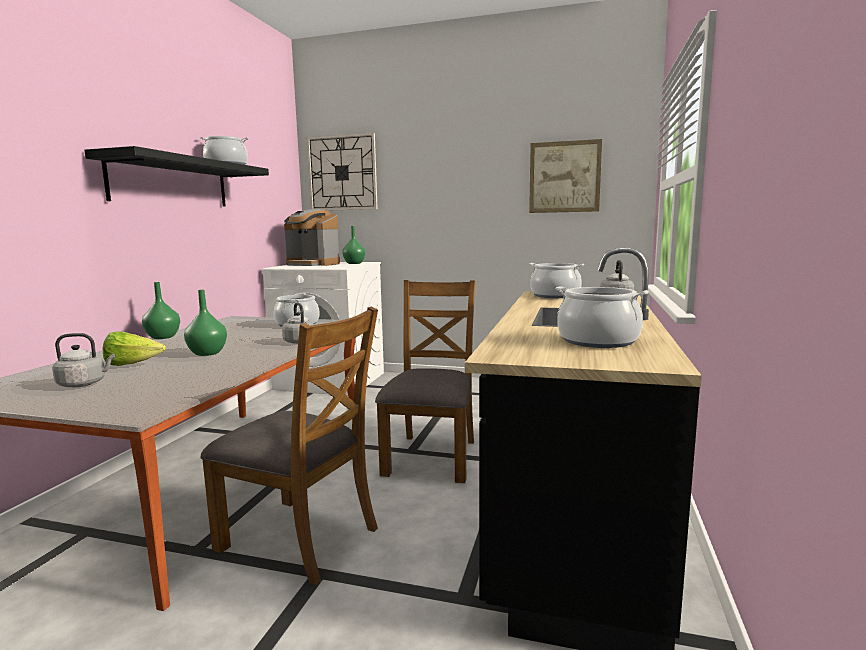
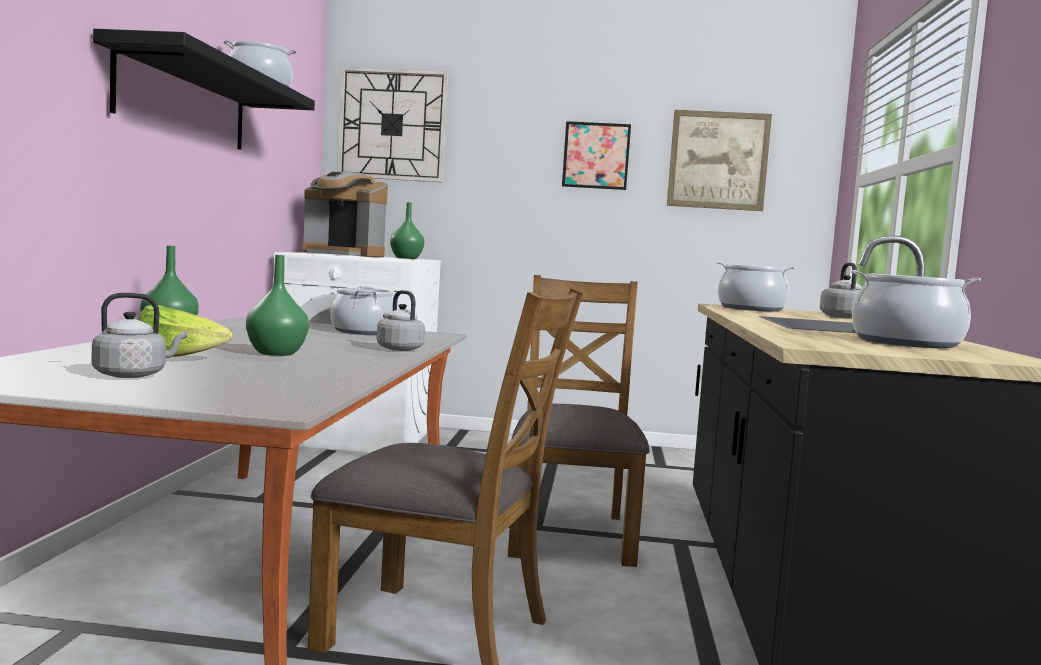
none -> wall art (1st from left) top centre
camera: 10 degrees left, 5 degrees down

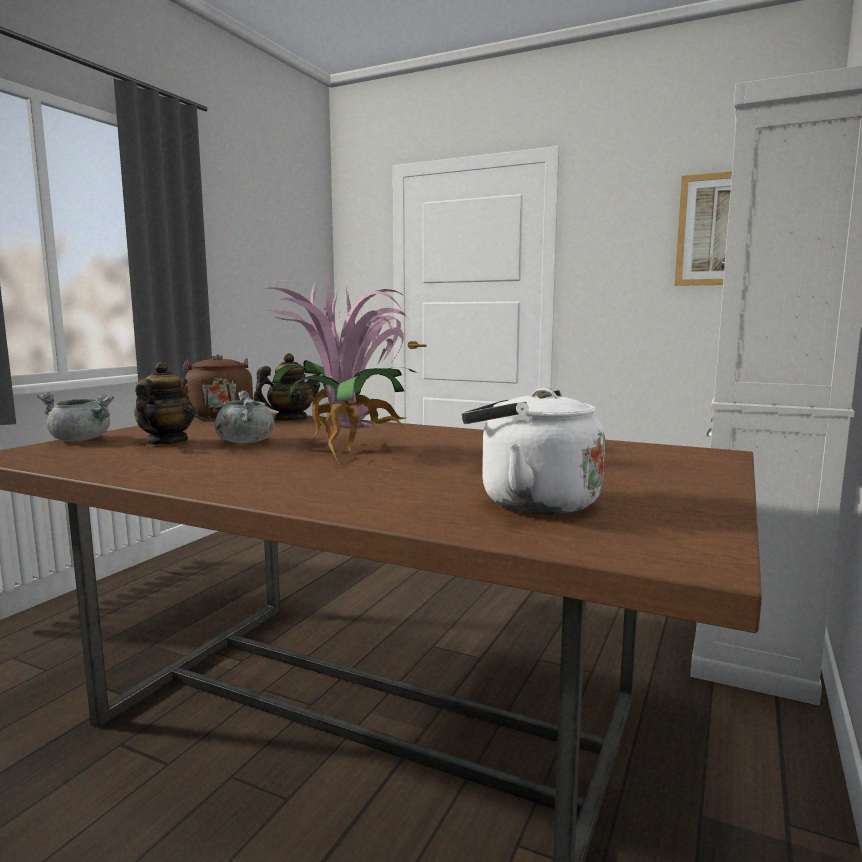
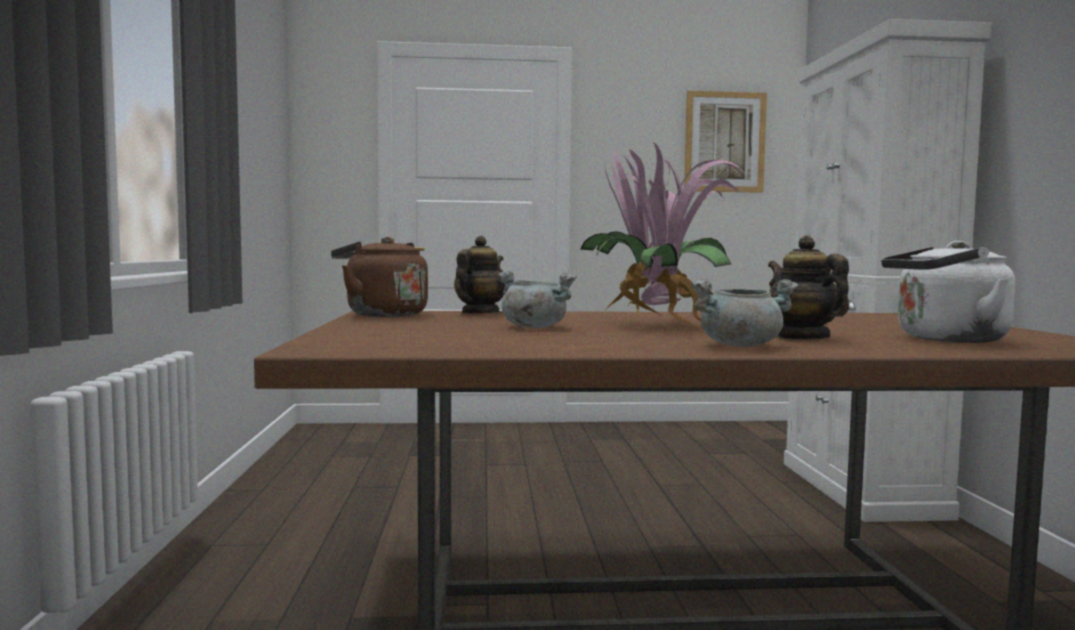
tea pot (1st from left in the first image) middle left -> tea pot (2nd from left) middle right, move
gray saucepot (1st from left in the first image) middle left -> gray saucepot (2nd from left) middle right, move
camera: 30 degrees left, 5 degrees down

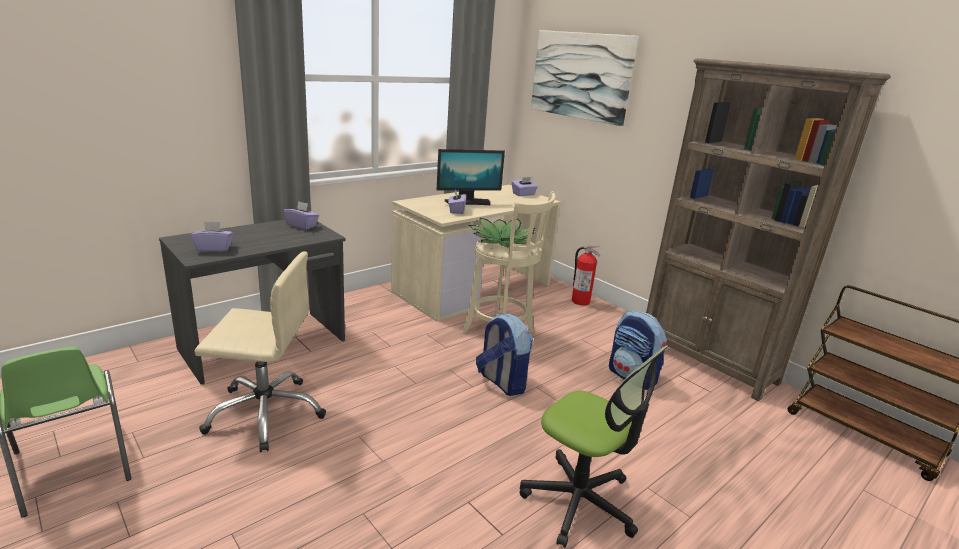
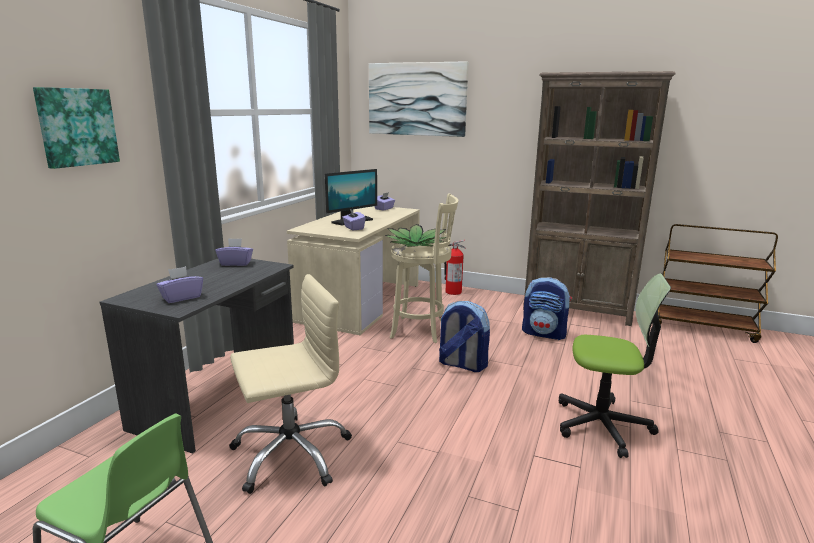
none -> wall art (1st from left) top left
camera: 25 degrees left, 5 degrees down

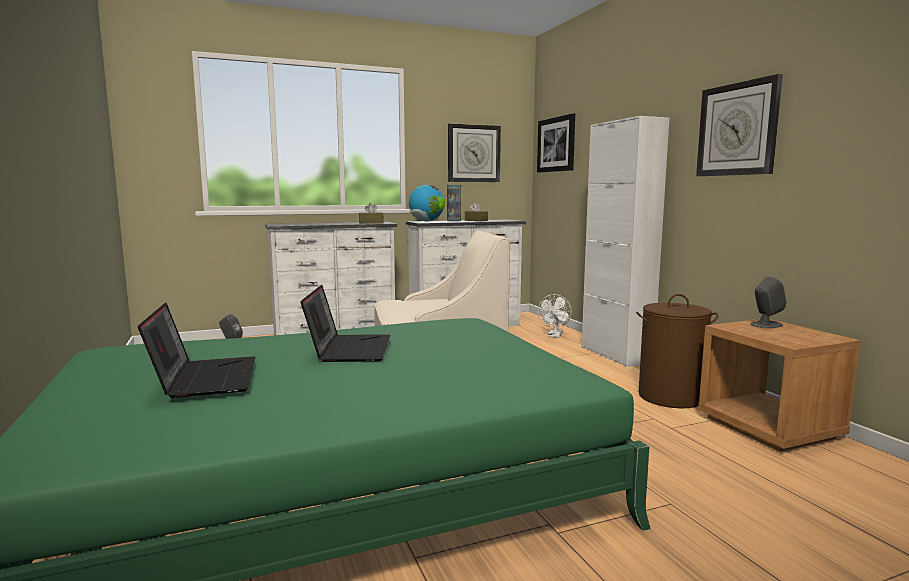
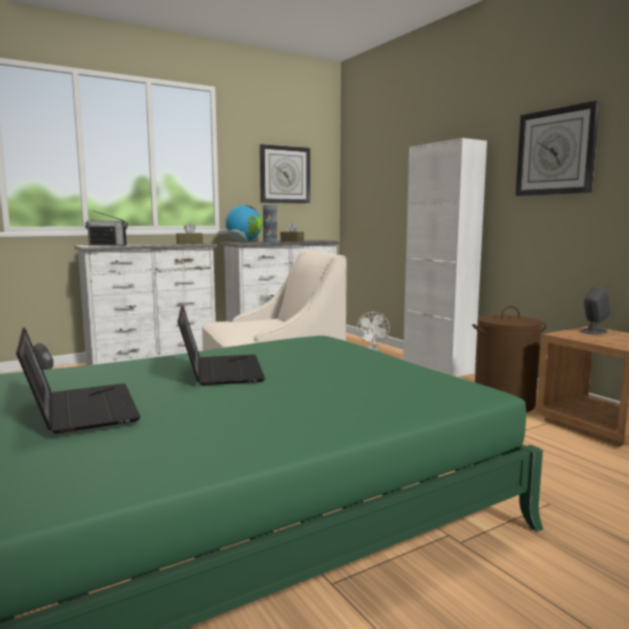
wall art top centre -> none
none -> radio set middle left
camera: 10 degrees left, 0 degrees up

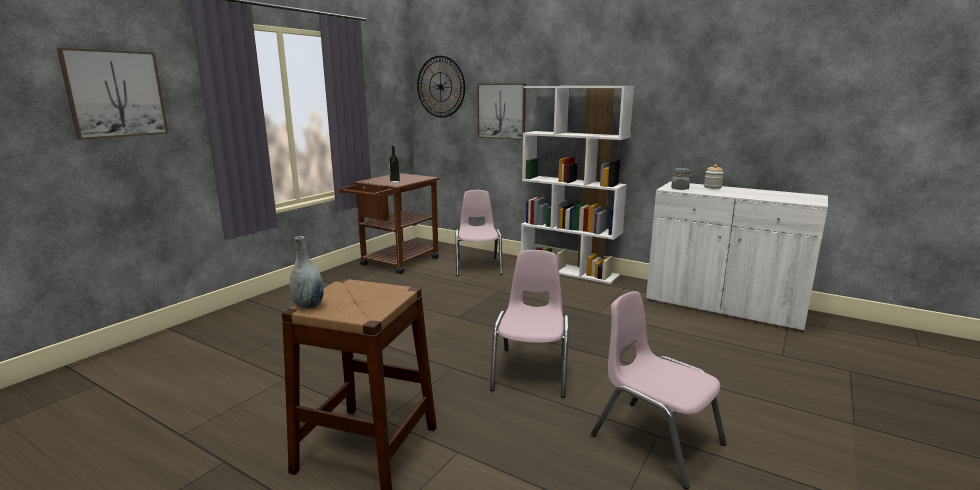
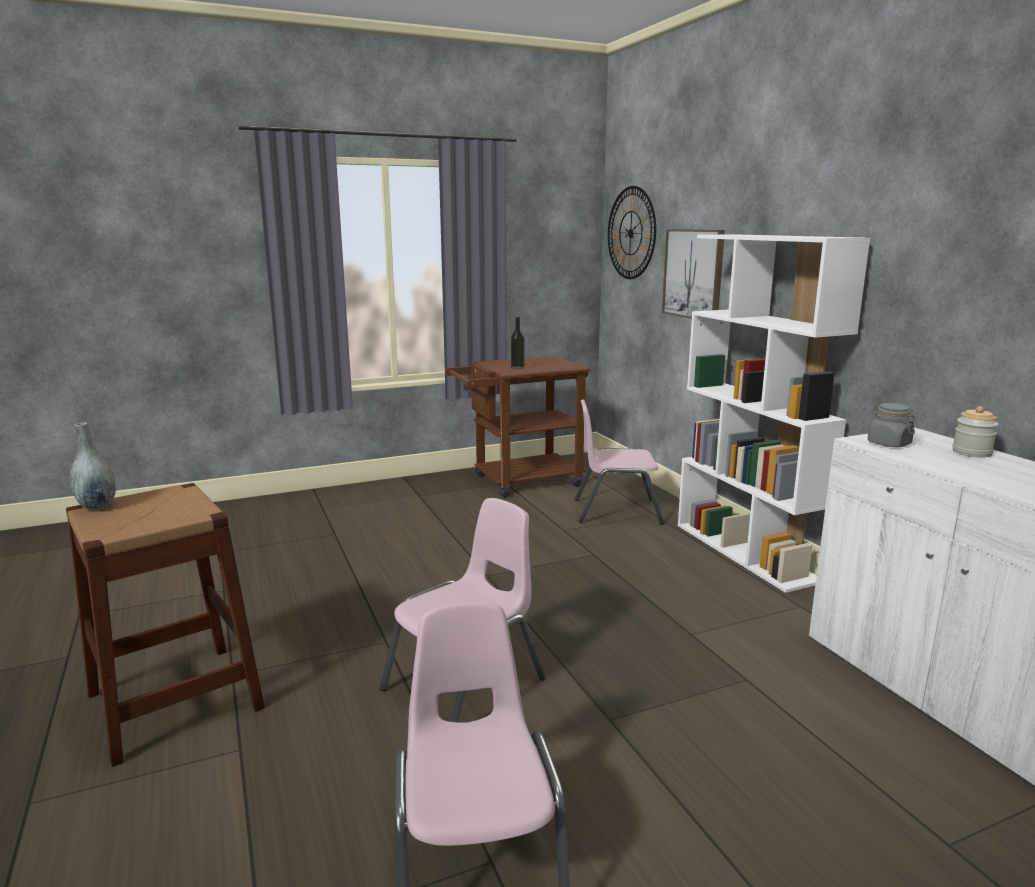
wall art (1st from left) top left -> none
pink chair (1st from left in the first image) centre -> pink chair (3rd from left) centre, 120 degrees counterclockwise
camera: 35 degrees right, 0 degrees up

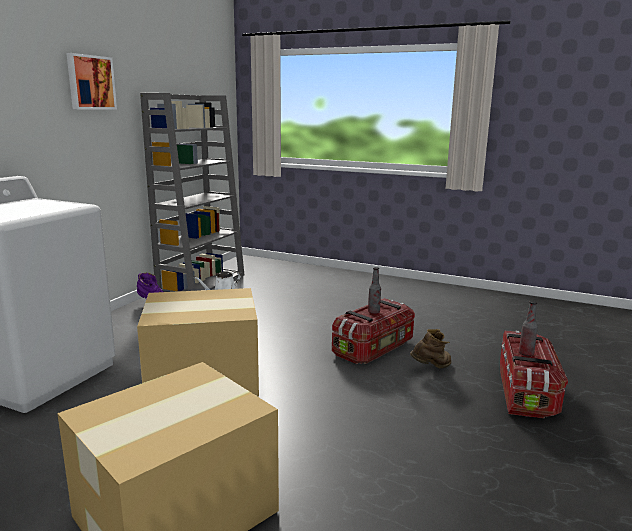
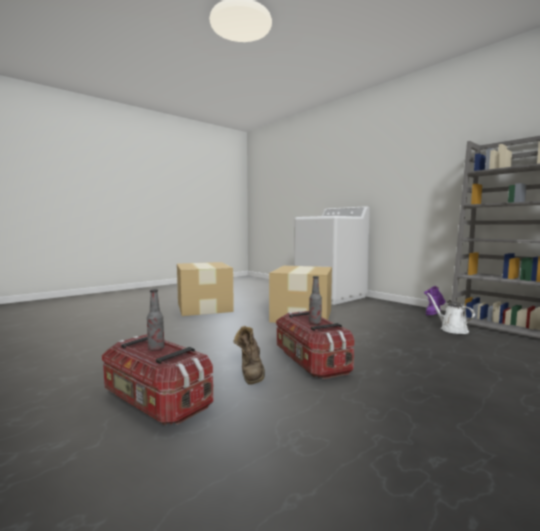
wall art top left -> none
camera: 115 degrees right, 10 degrees down

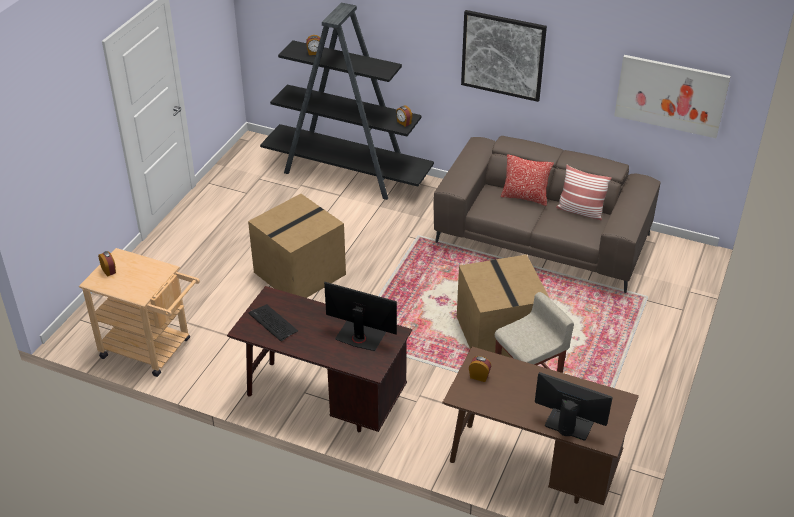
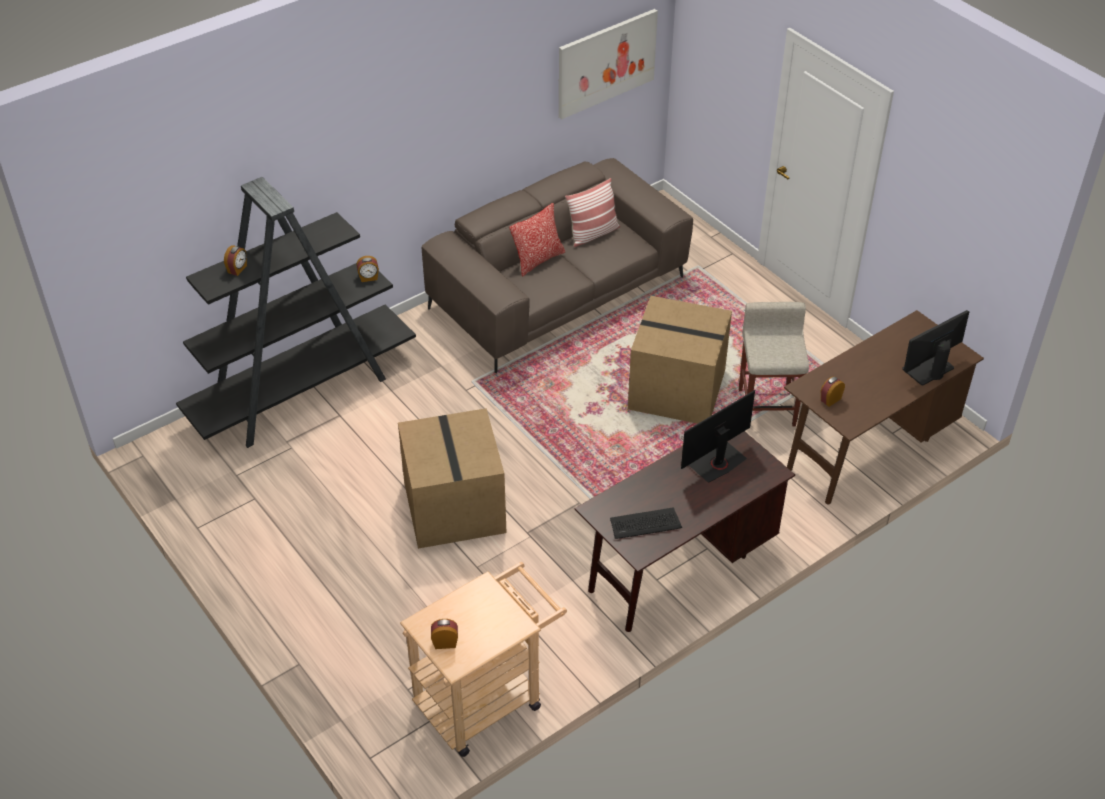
wall art (1st from left) top centre -> none
camera: 60 degrees left, 5 degrees up

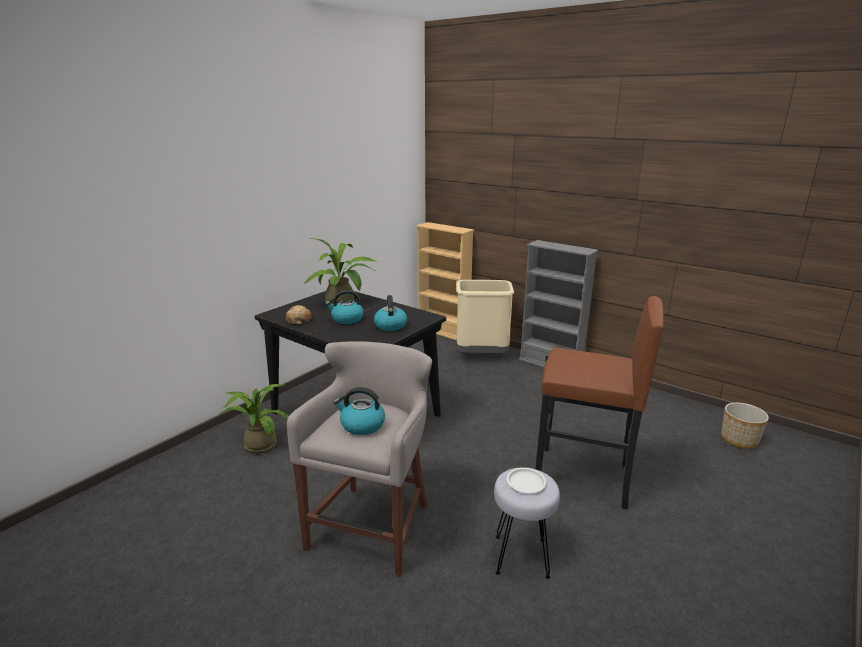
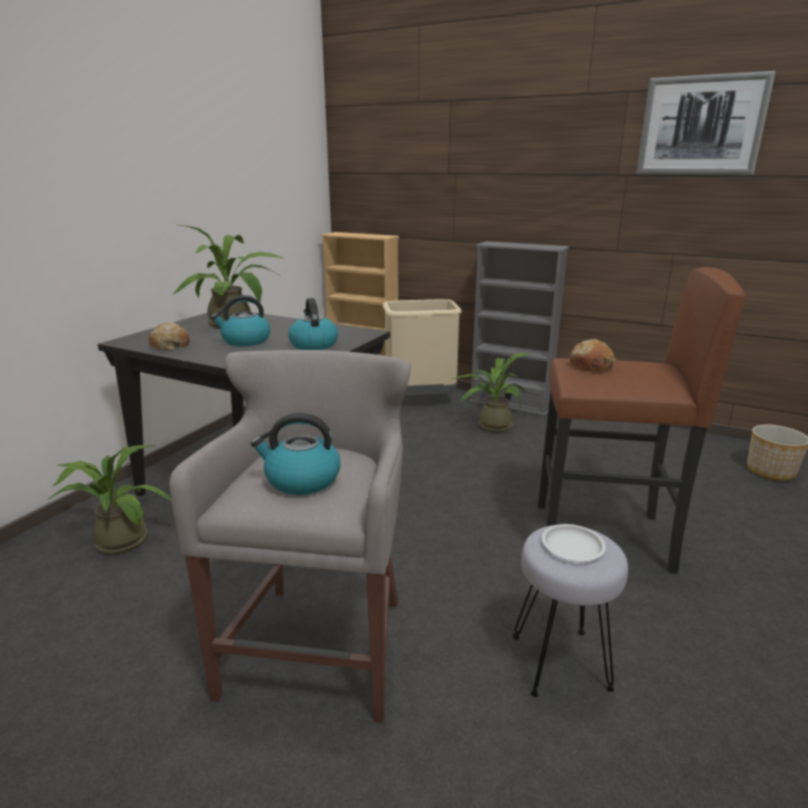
none -> wall art top right
none -> bakery bread (2nd from left) middle right
none -> potted plant (3rd from left) centre
camera: 10 degrees left, 0 degrees up

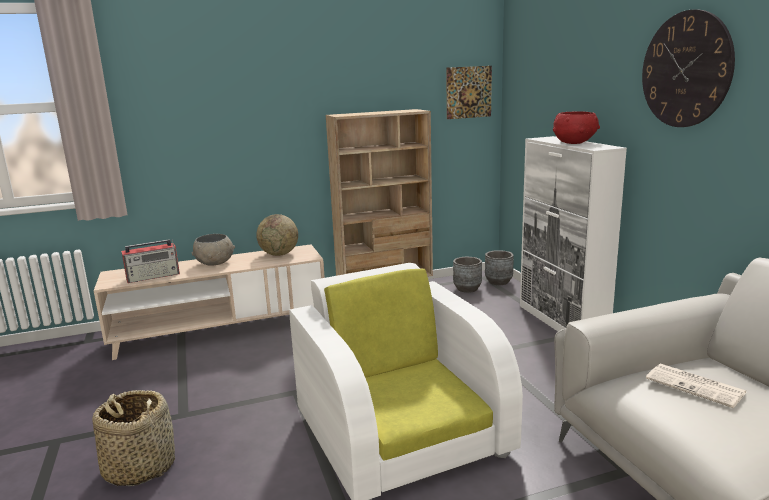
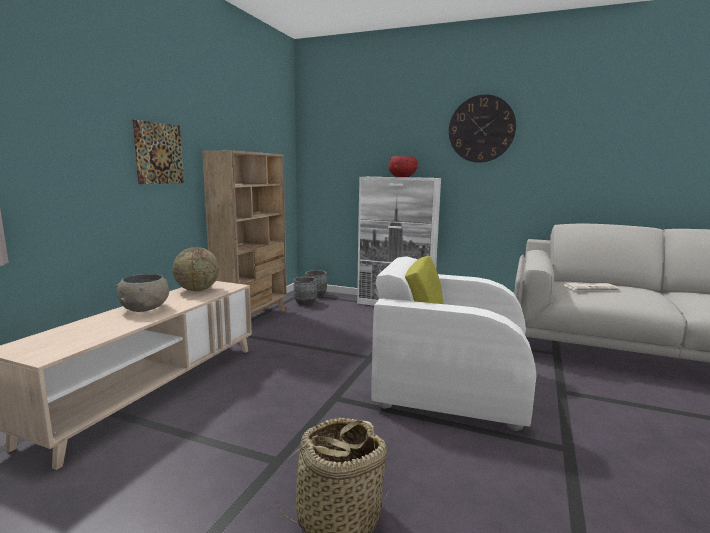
wall art top centre -> wall art top left, move
radio set middle left -> none
camera: 50 degrees left, 5 degrees down

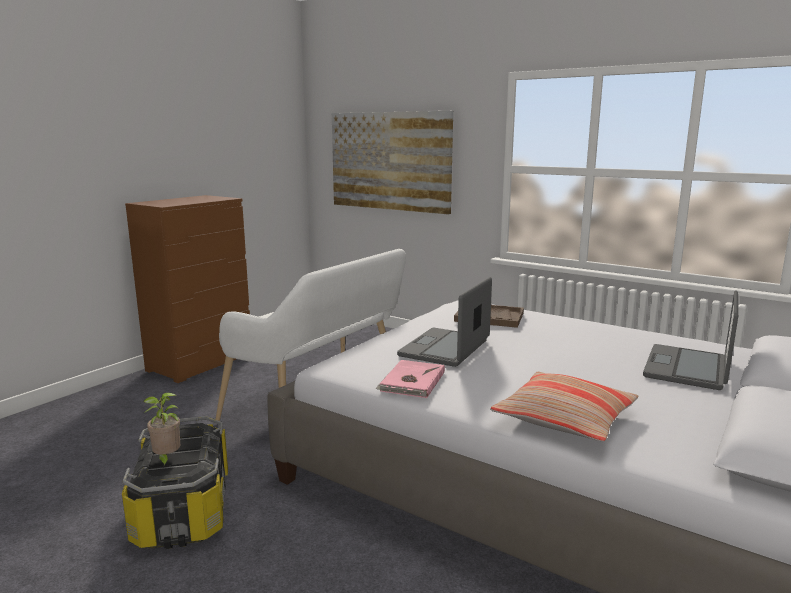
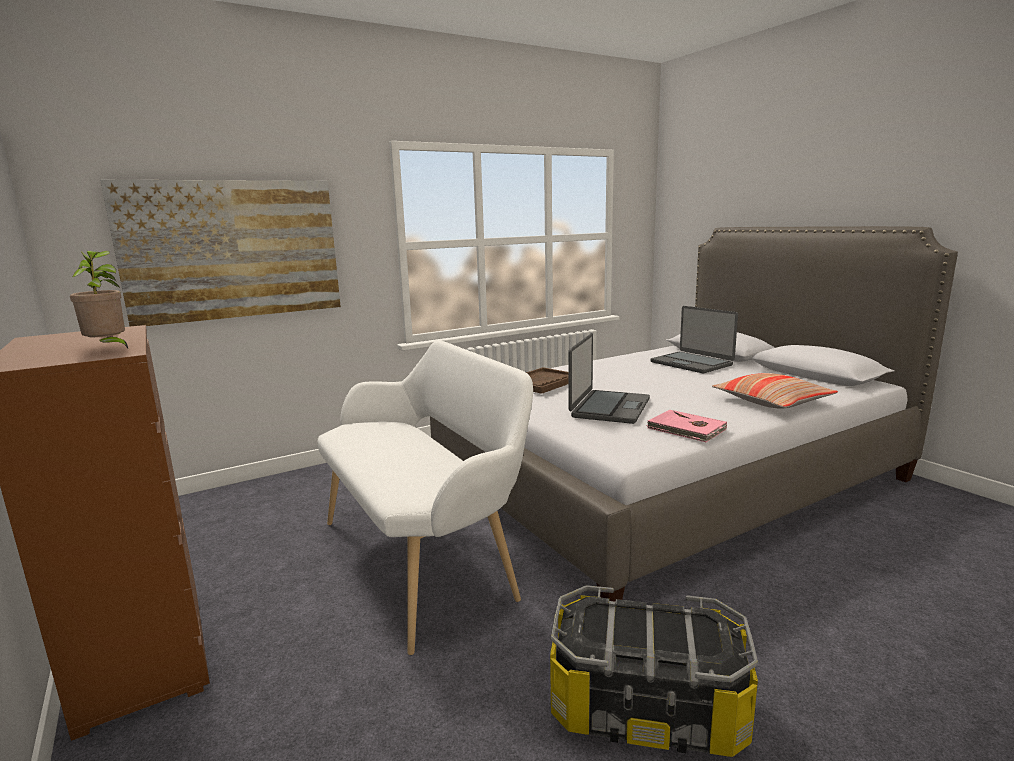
laptop (1st from left) centre, 120 degrees counterclockwise
potted plant bottom left -> potted plant middle left, move
camera: 65 degrees left, 0 degrees up

